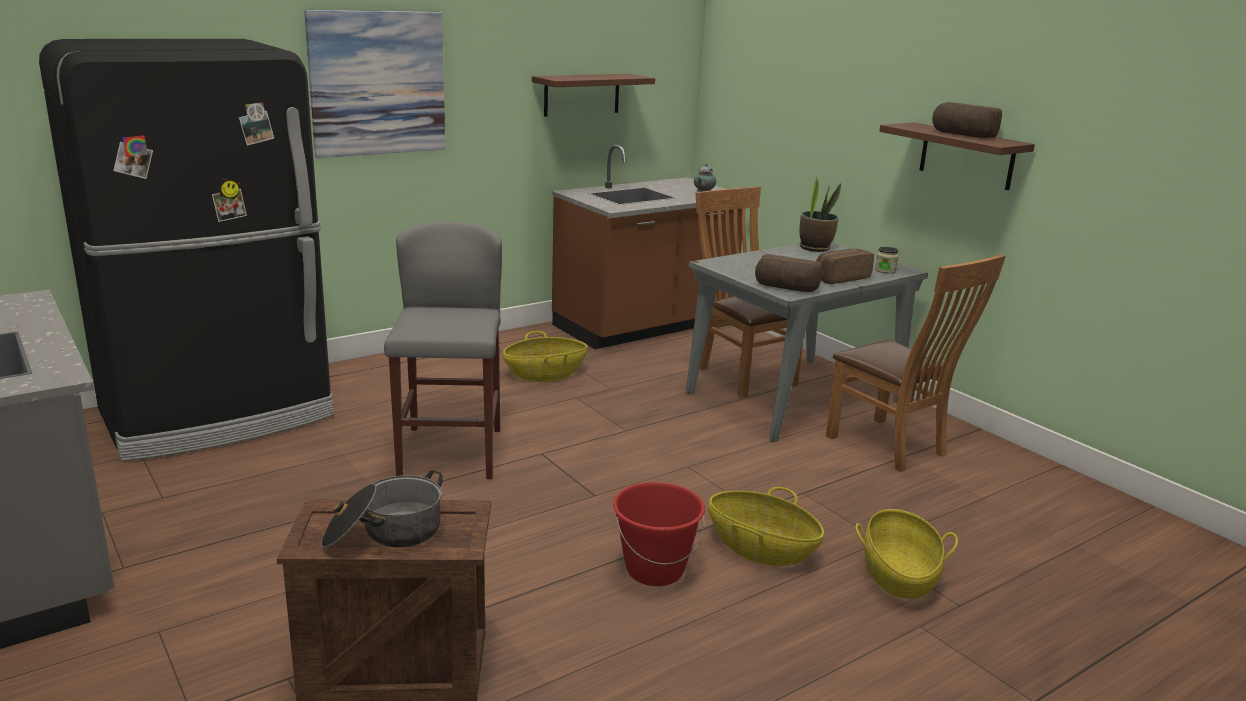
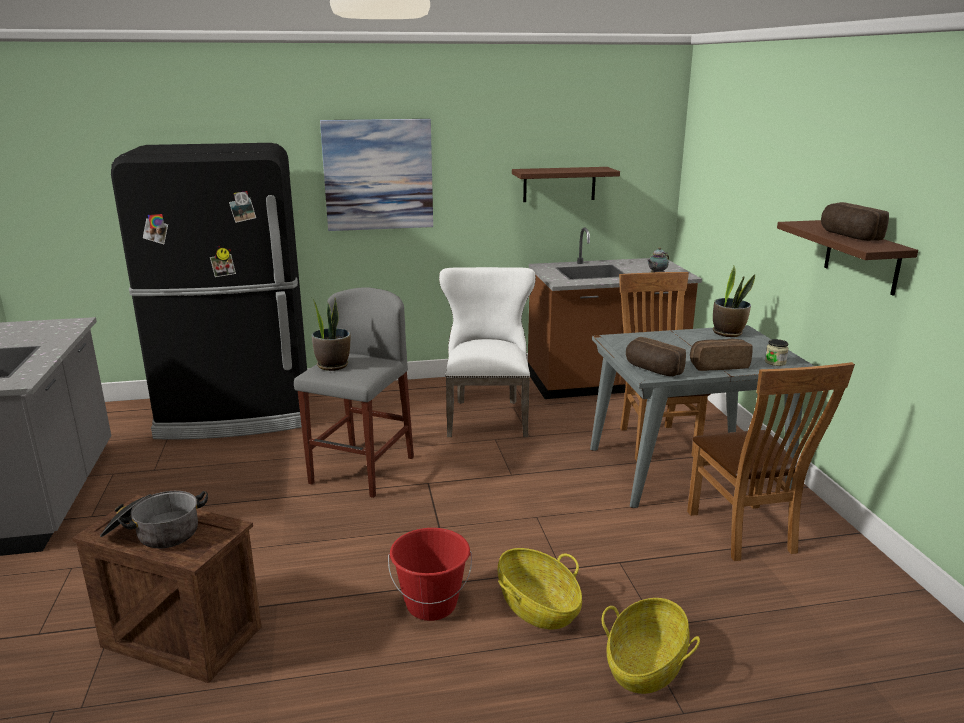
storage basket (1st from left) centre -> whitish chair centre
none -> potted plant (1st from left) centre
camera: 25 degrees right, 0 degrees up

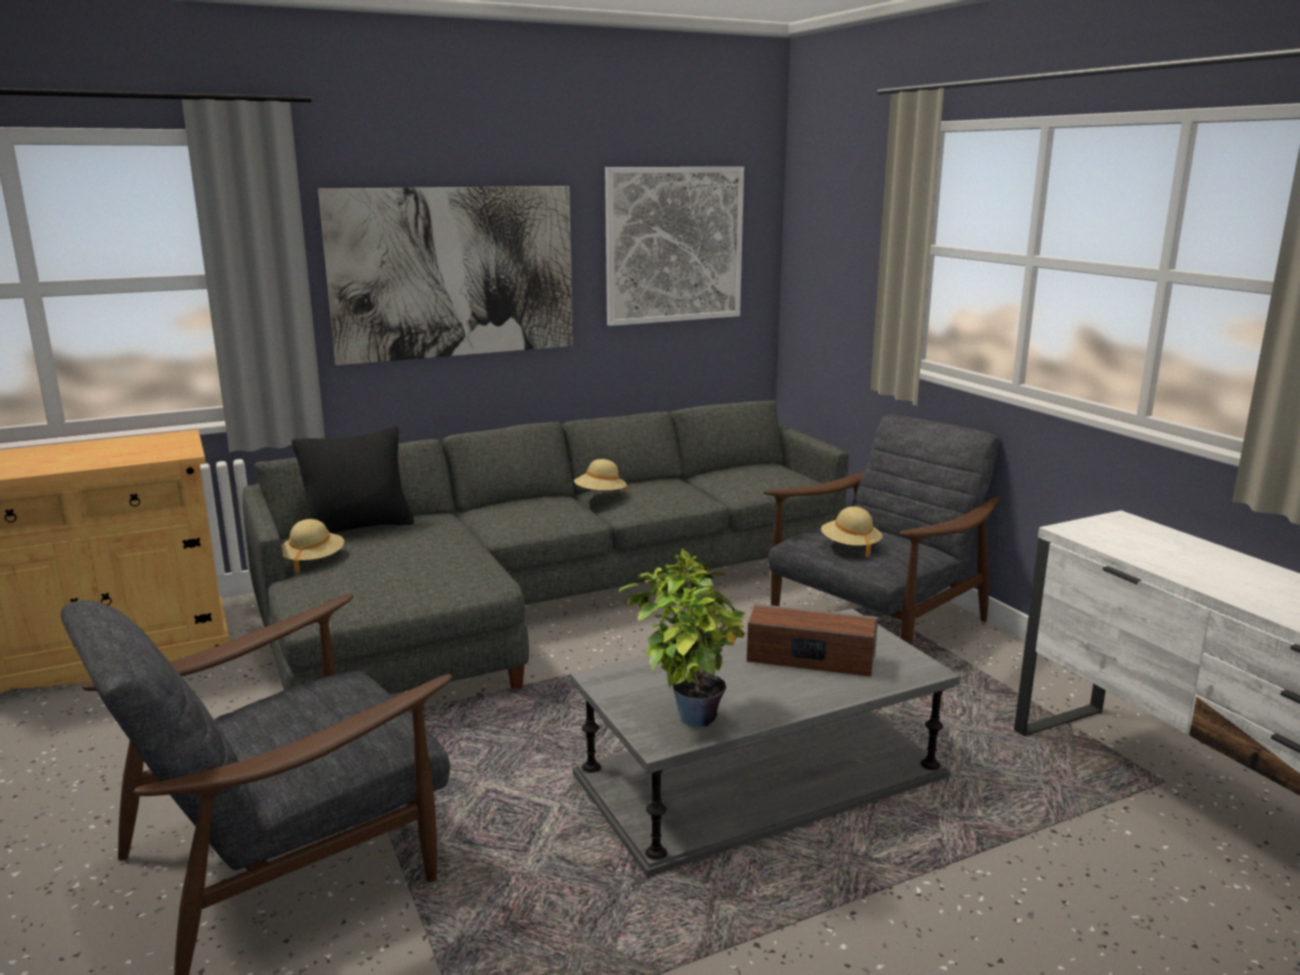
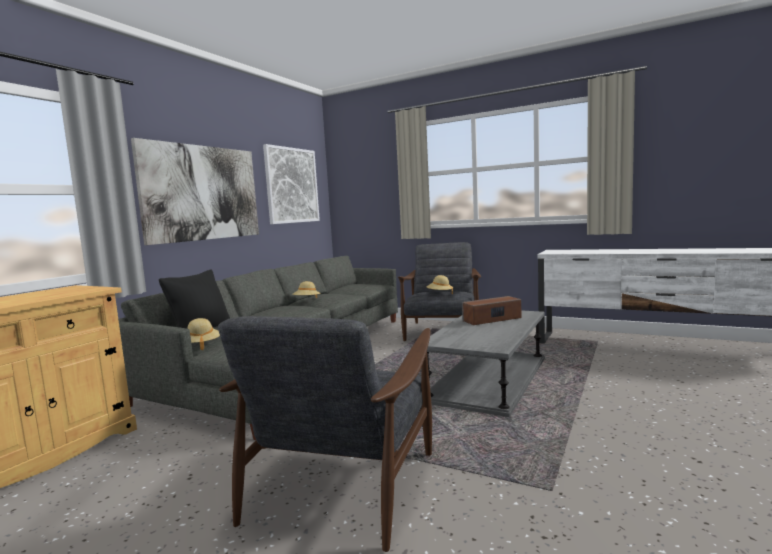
potted plant centre -> none
camera: 35 degrees left, 10 degrees down

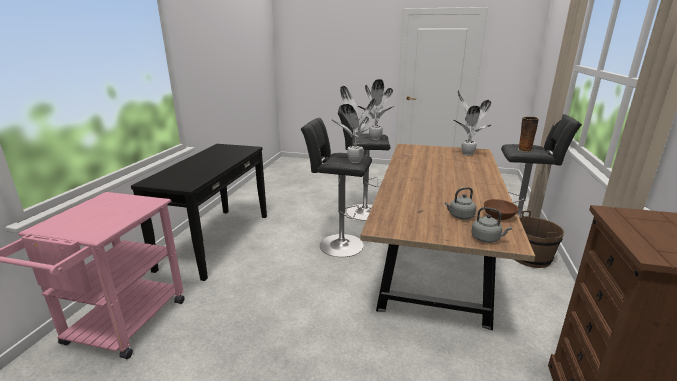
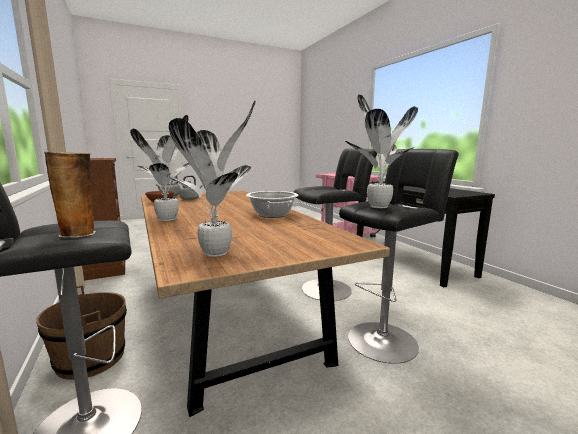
potted plant (1st from left) top centre -> potted plant (1st from left) middle left, move
none -> saucepot centre
camera: 140 degrees right, 10 degrees down

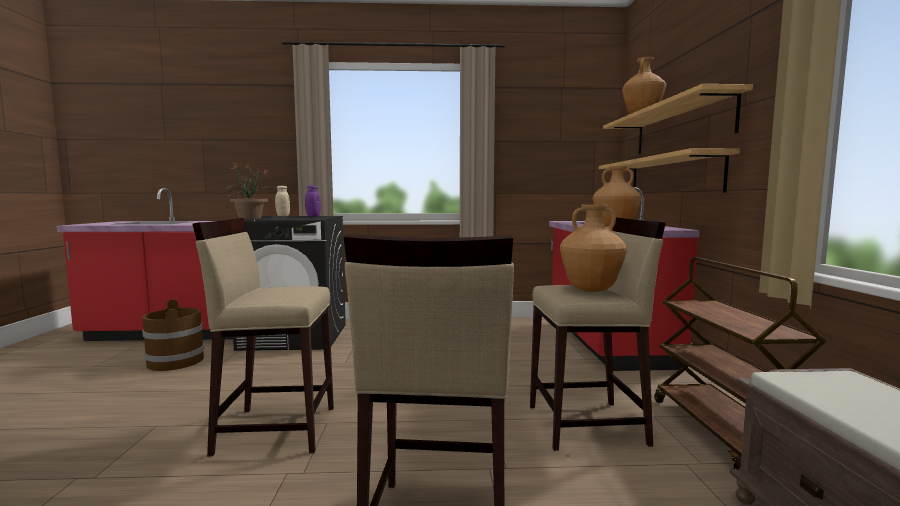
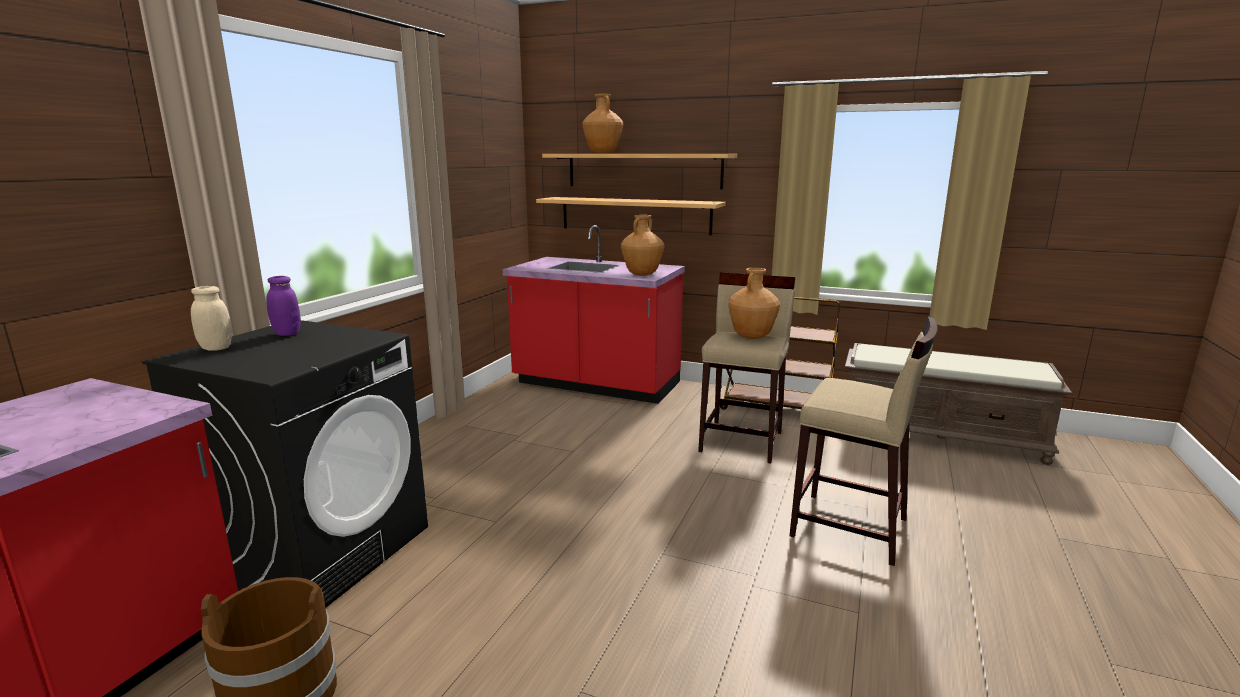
potted plant middle left -> none
sand-coloured stool (1st from left) middle left -> none
camera: 65 degrees left, 10 degrees up

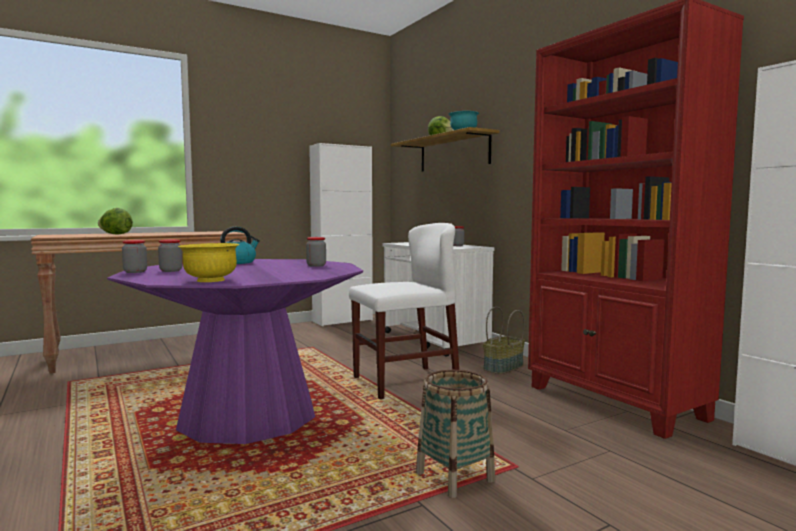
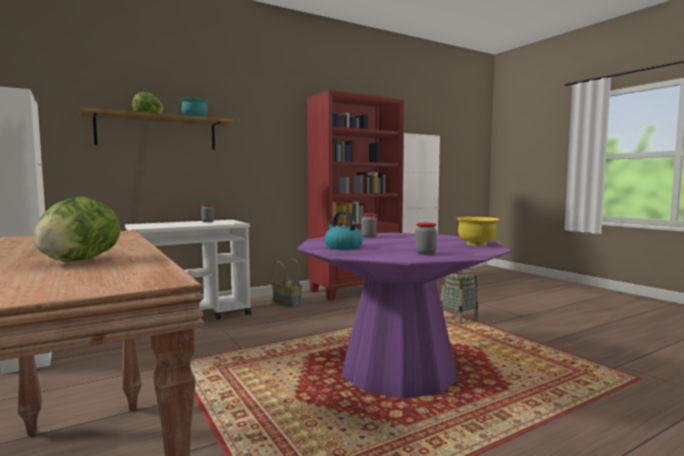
whitish chair centre -> none
preserve jar (1st from left) middle left -> none
camera: 90 degrees left, 0 degrees up

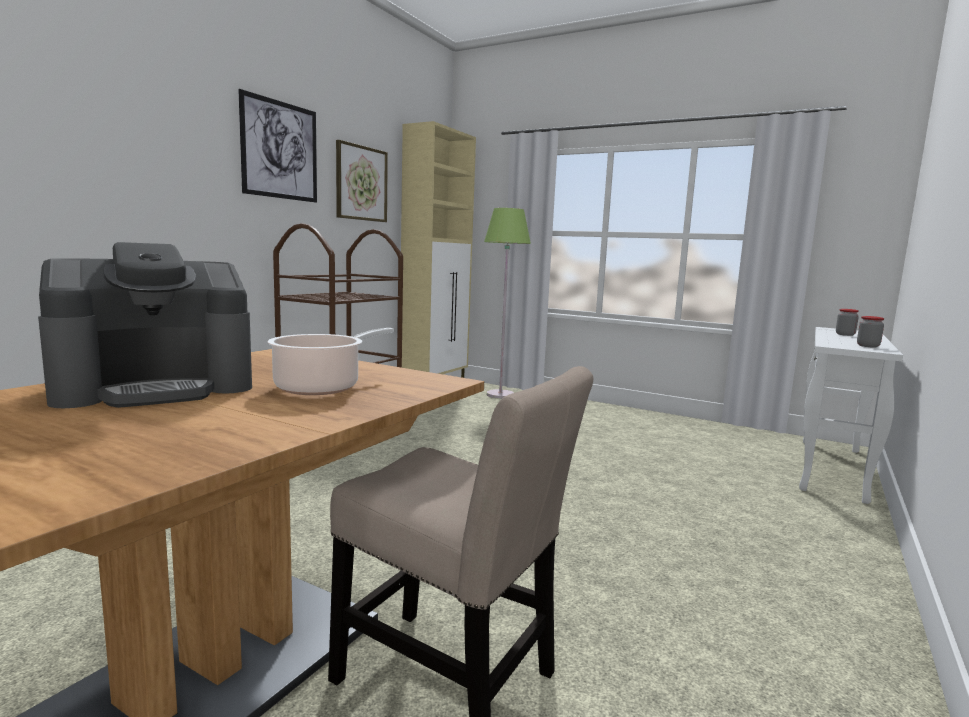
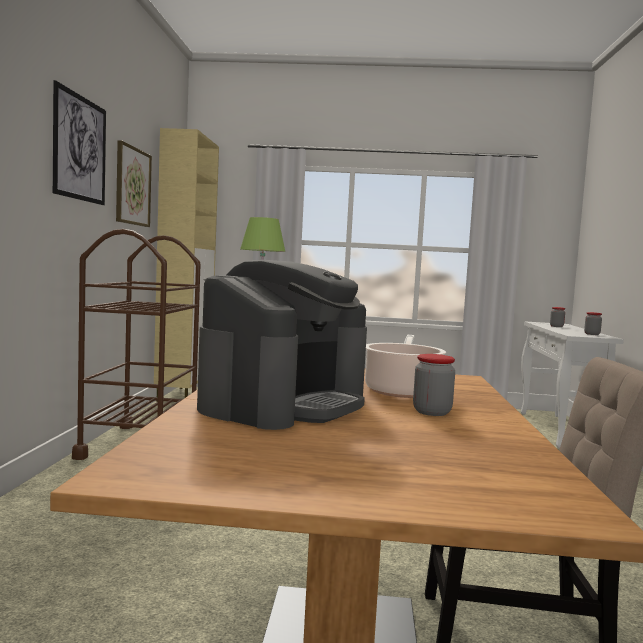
none -> preserve jar (1st from left) middle right
camera: 25 degrees left, 5 degrees down

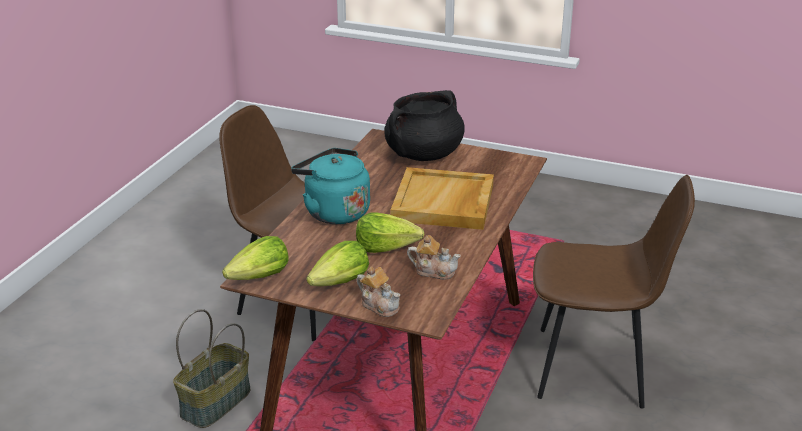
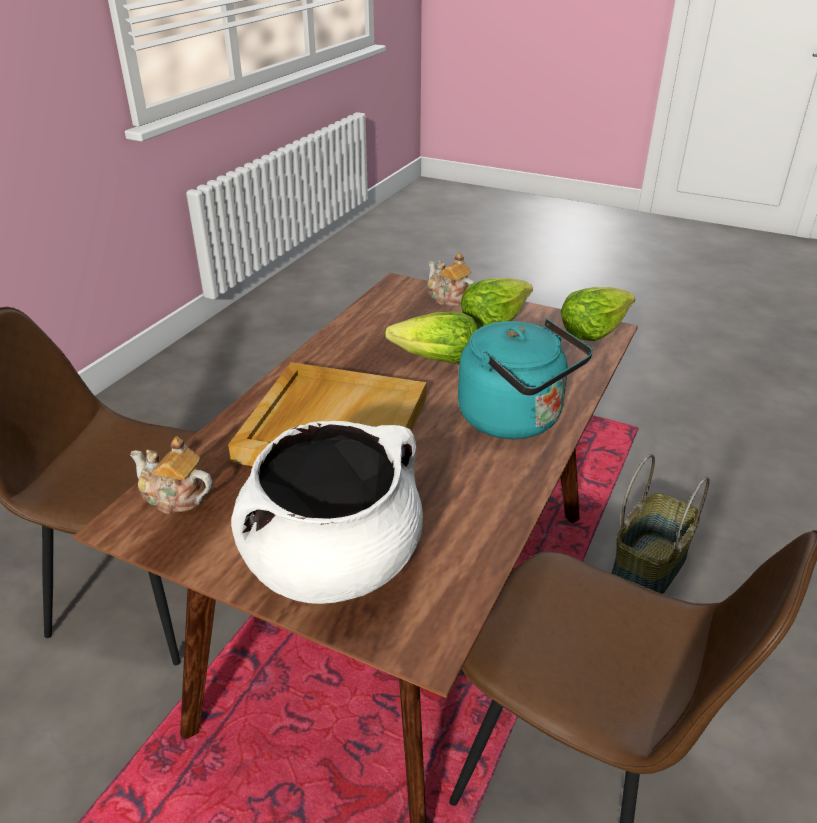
black-coloured saucepot top centre -> whitish saucepot centre
tea pot (2nd from left in the first image) centre -> tea pot (1st from left) middle left, move
camera: 175 degrees left, 5 degrees up

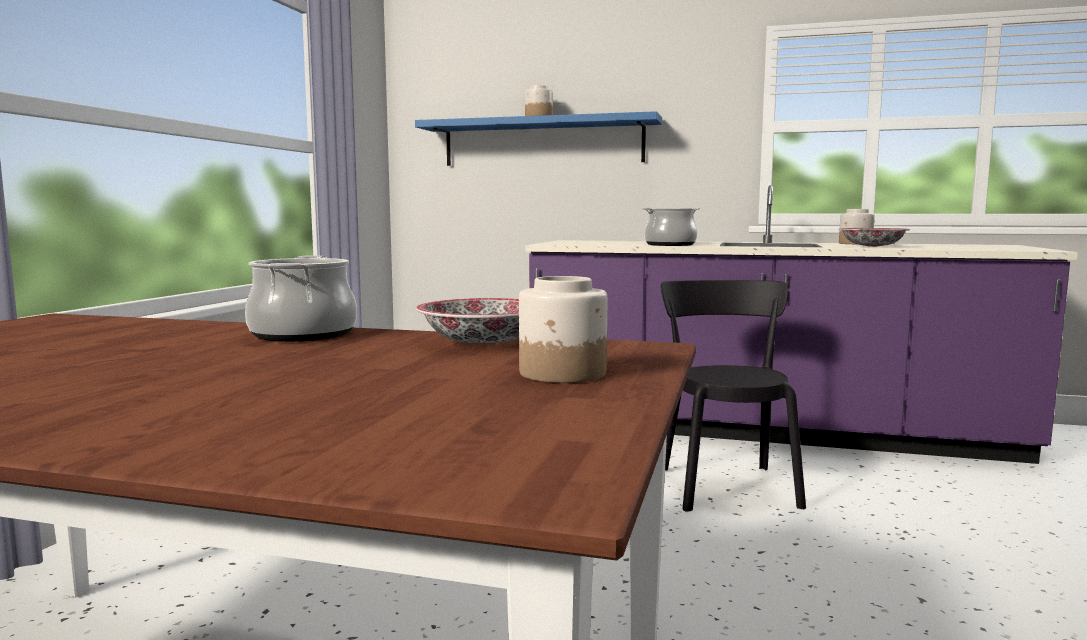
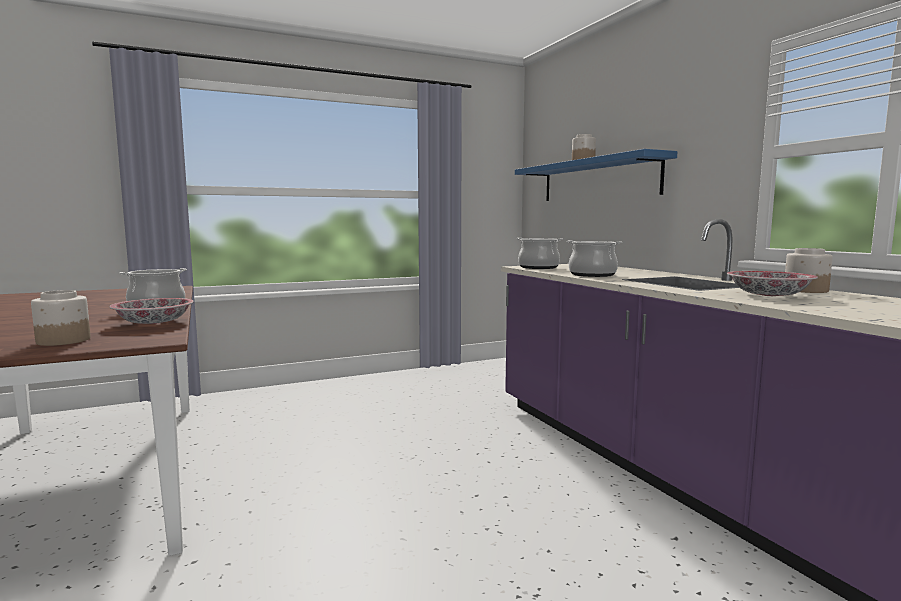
black-coloured chair middle right -> none
none -> saucepot (2nd from left) centre
camera: 50 degrees right, 0 degrees up

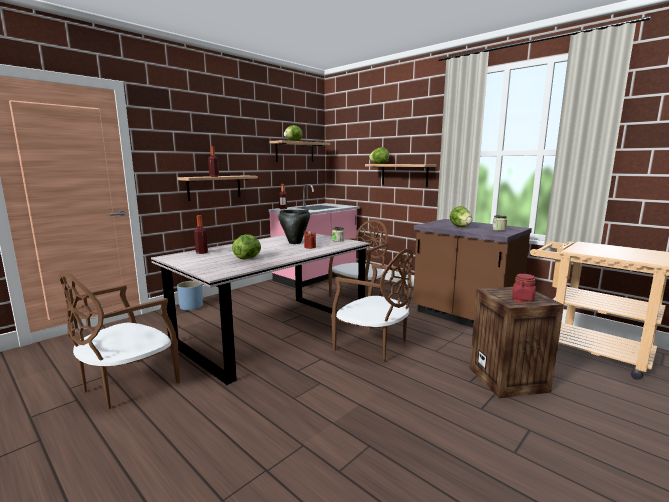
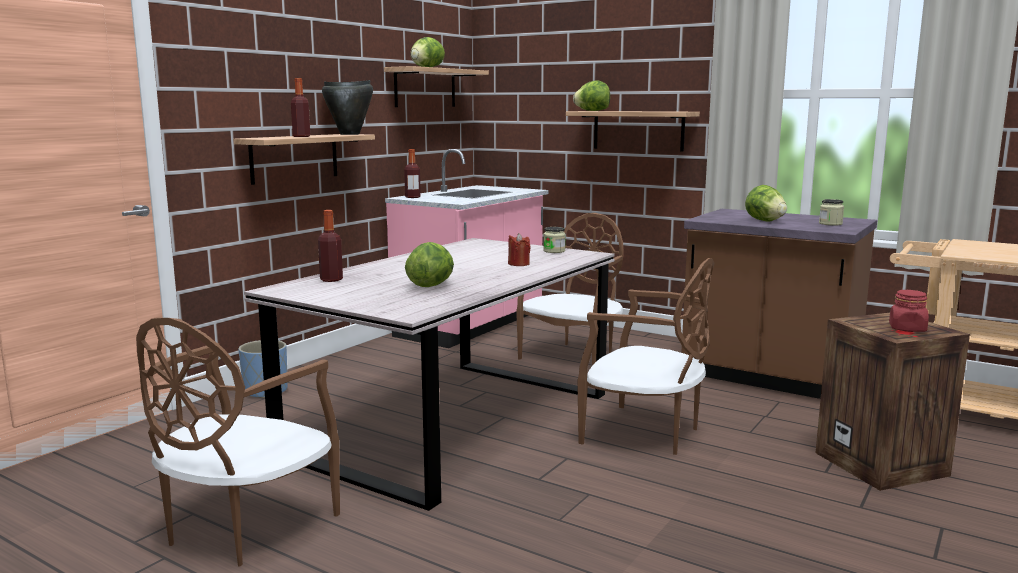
black-coloured saucepot centre -> black-coloured saucepot top centre, move
camera: 10 degrees left, 0 degrees up

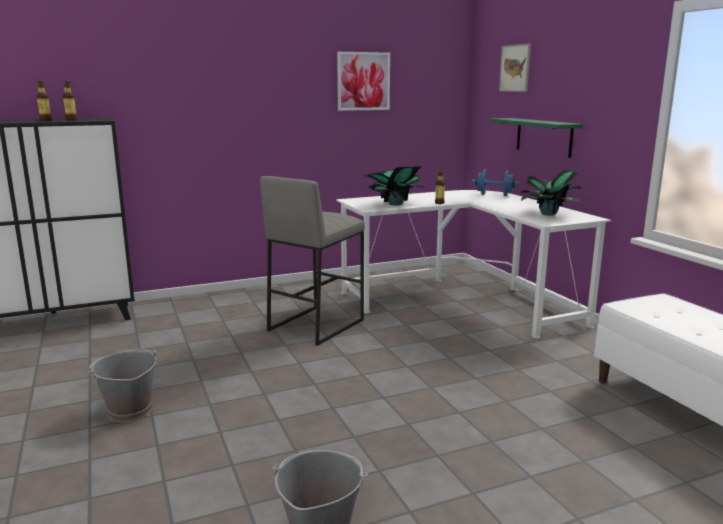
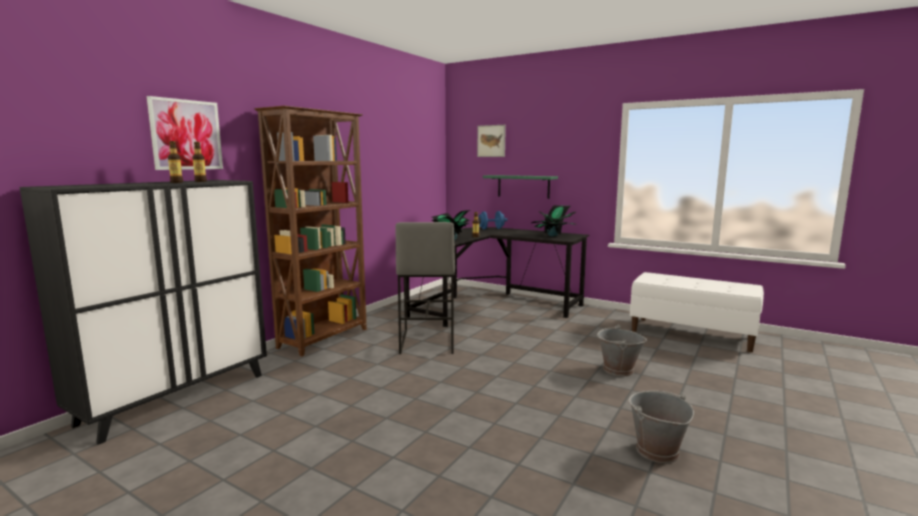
wall art (1st from left) top centre -> wall art (1st from left) top left, move
whitish desk centre -> black-coloured desk centre
gray pail (1st from left) bottom left -> gray pail (1st from left) bottom right, move
none -> brown shelving unit centre
camera: 35 degrees left, 5 degrees down

